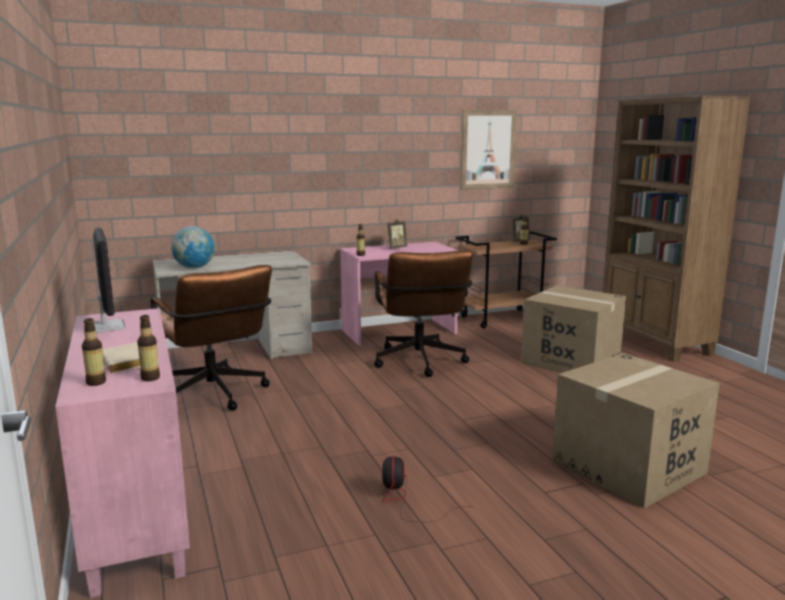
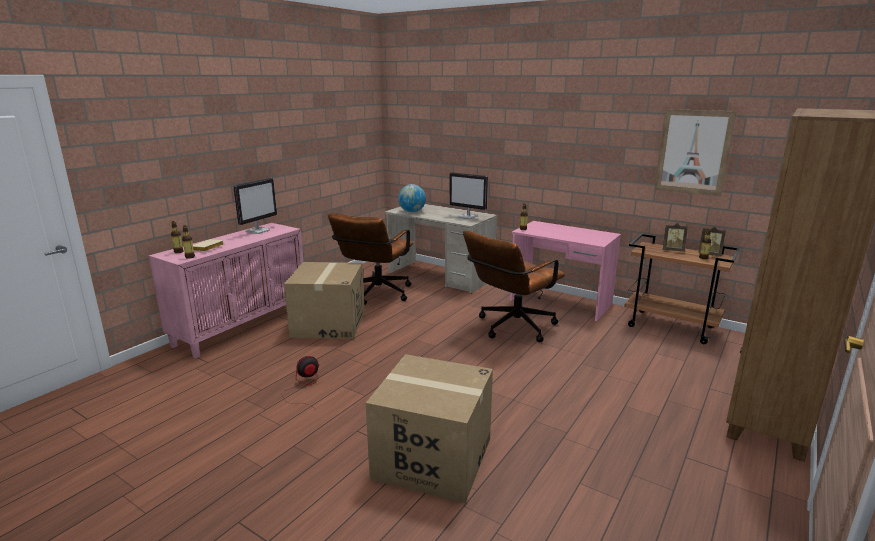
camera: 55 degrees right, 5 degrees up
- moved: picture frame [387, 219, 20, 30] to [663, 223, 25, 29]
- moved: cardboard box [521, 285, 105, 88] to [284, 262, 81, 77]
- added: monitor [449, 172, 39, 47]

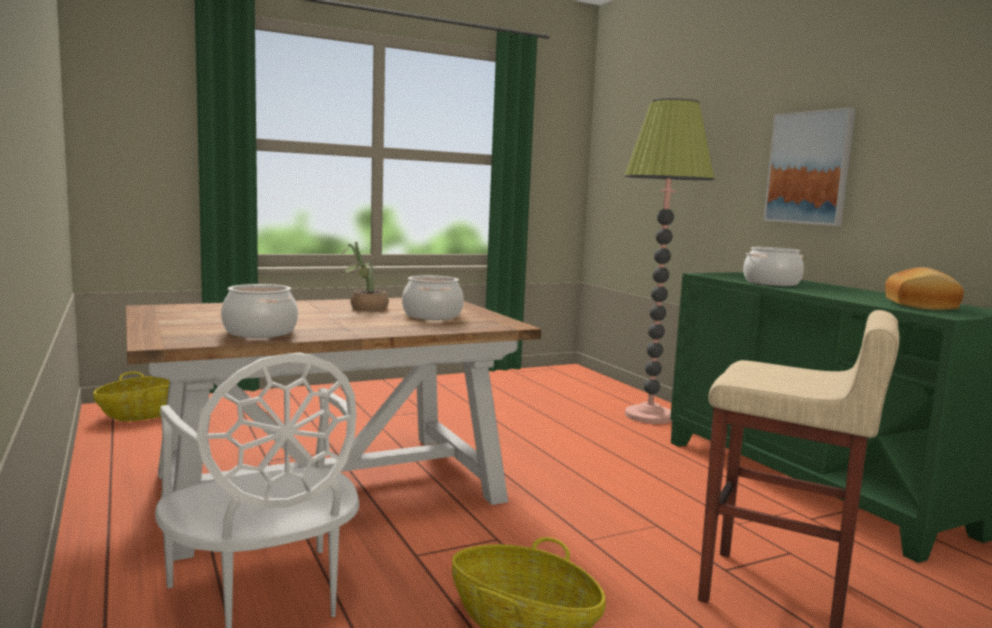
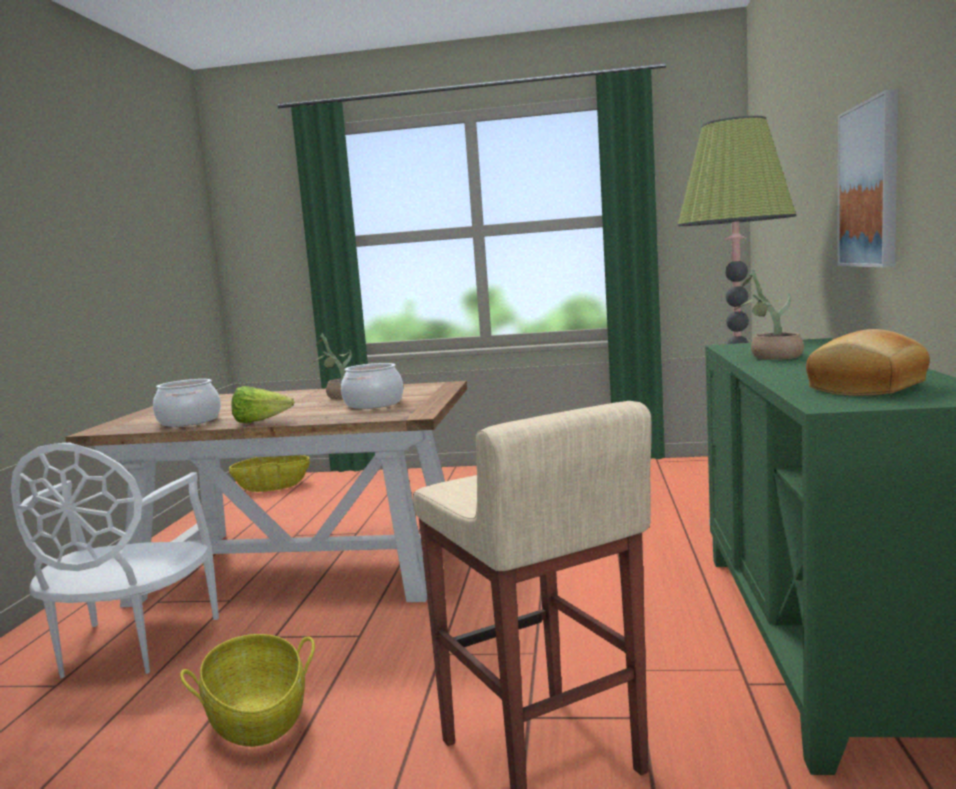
camera: 35 degrees right, 0 degrees up
- replaced: cooking pot [743, 247, 61, 39] to potted plant [734, 270, 70, 90]
- added: lettuce [231, 386, 63, 37]

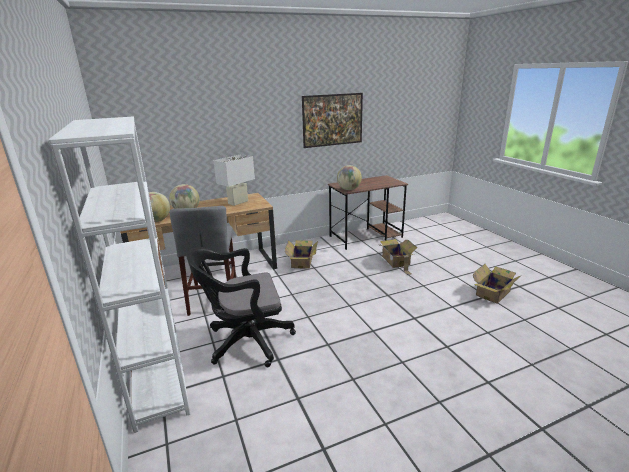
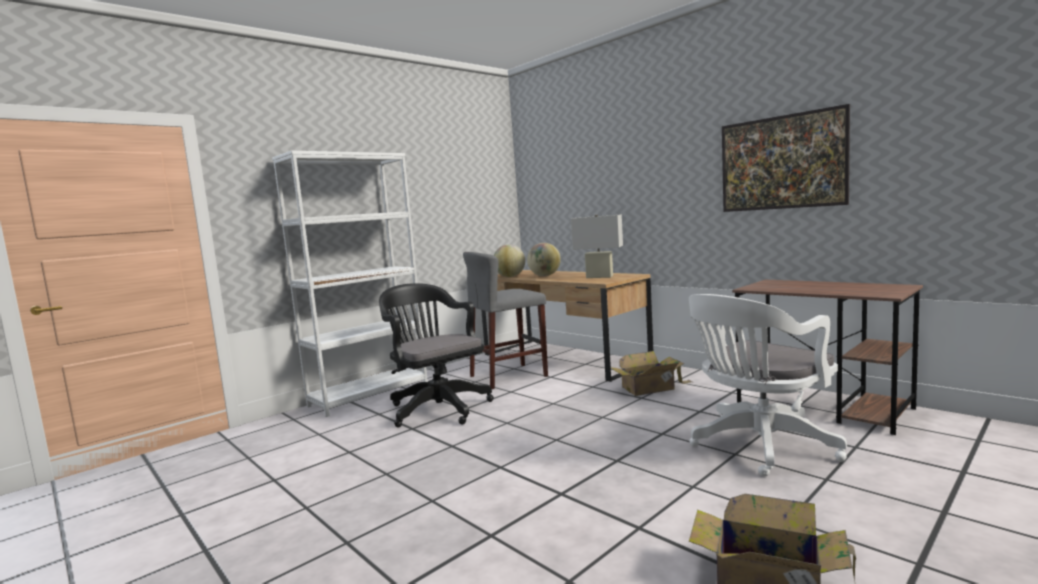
camera: 70 degrees right, 15 degrees down
- removed: globe [337, 165, 25, 25]
- replaced: cardboard box [380, 239, 37, 36] to white office chair [689, 294, 158, 182]

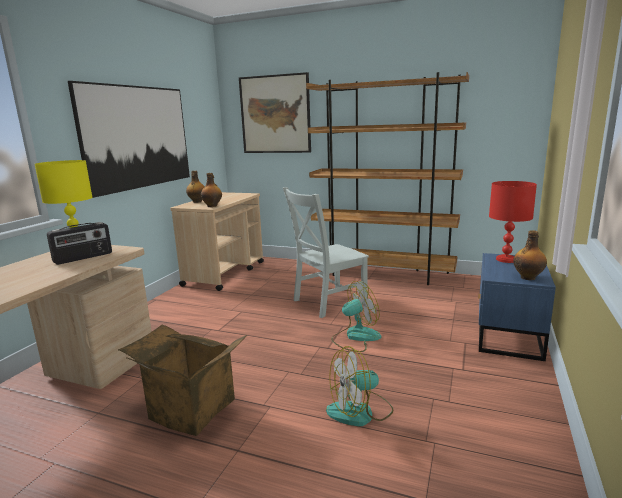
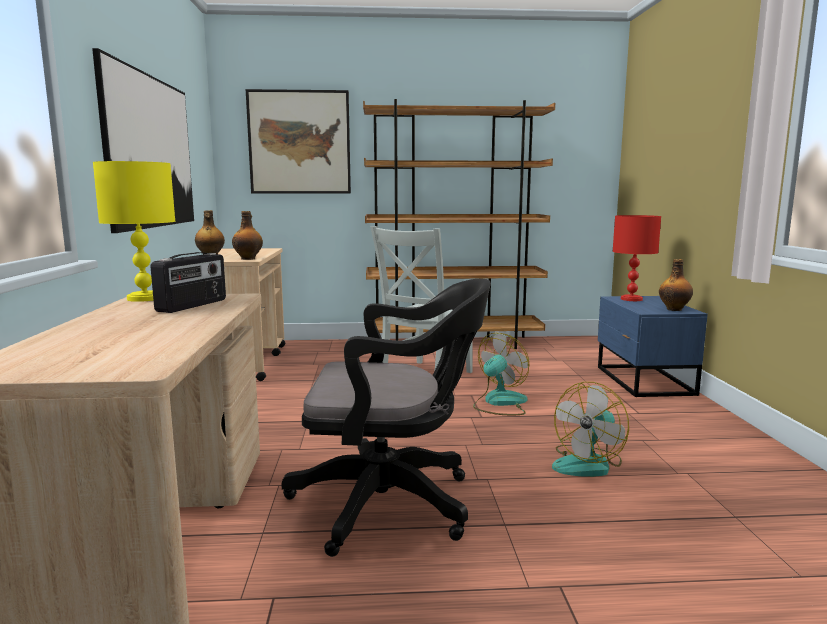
camera: 25 degrees left, 5 degrees down
- replaced: cardboard box [118, 325, 129, 111] to black office chair [282, 279, 209, 278]

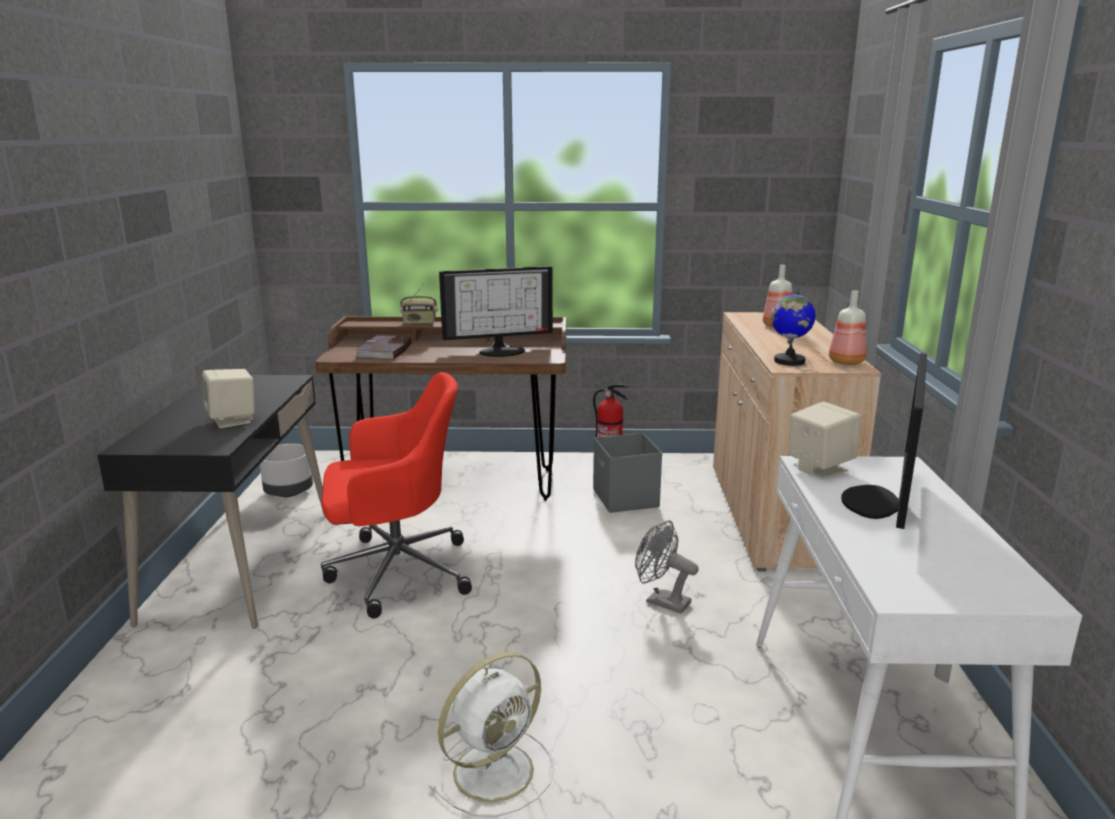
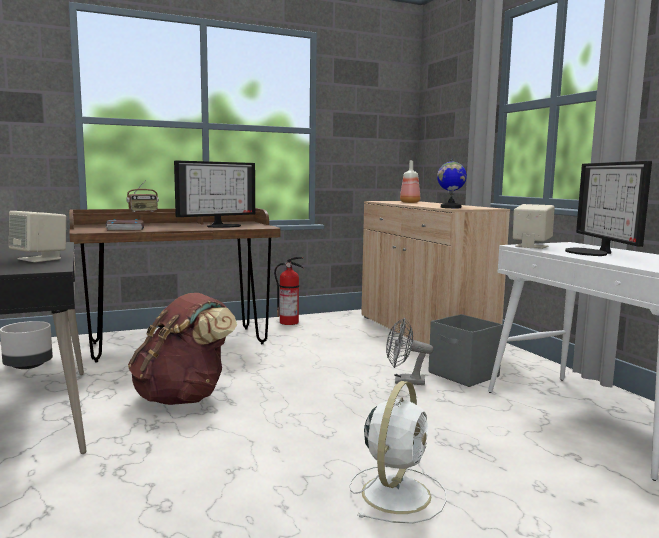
camera: 25 degrees left, 10 degrees down
- replaced: red office chair [321, 372, 151, 246] to brown backpack [128, 293, 109, 112]
- moved: grey storage box [593, 433, 69, 80] to [429, 314, 74, 73]
- removed: bottle [829, 290, 37, 75]

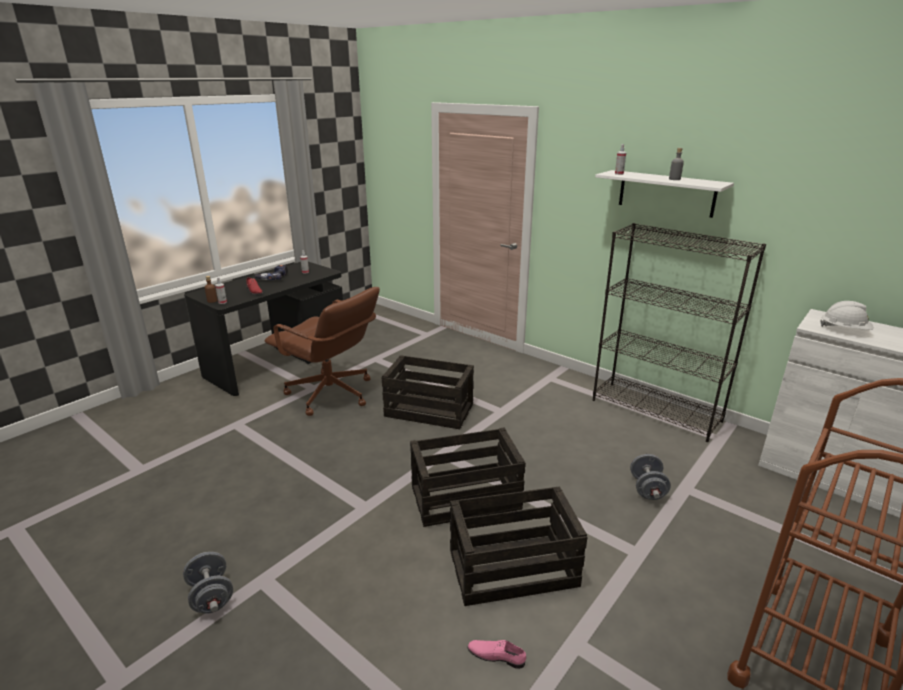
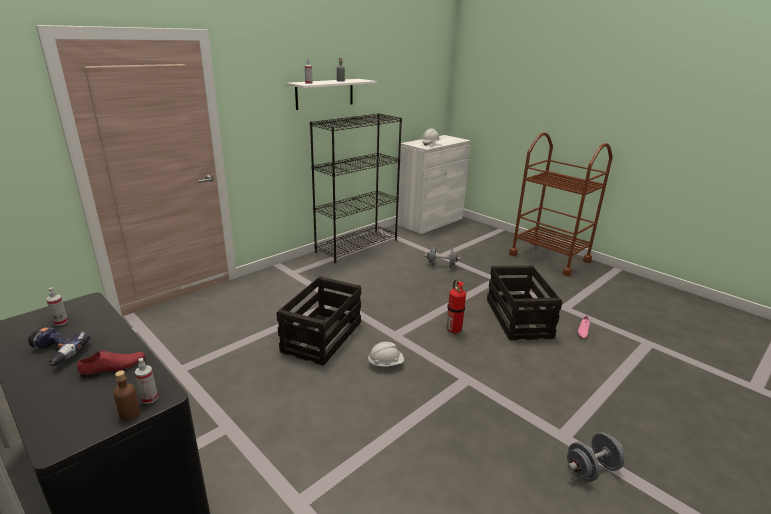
camera: 85 degrees left, 0 degrees up
- removed: brown office chair [265, 287, 115, 129]
- replaced: crate [410, 427, 116, 100] to fire extinguisher [446, 278, 20, 56]
- added: white hard hat [368, 342, 36, 25]

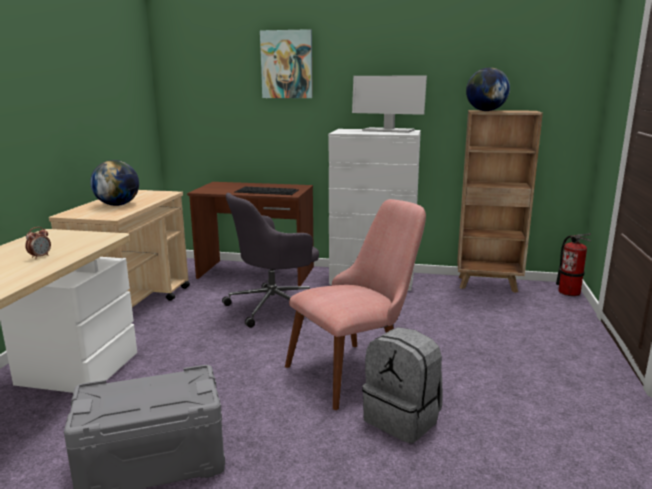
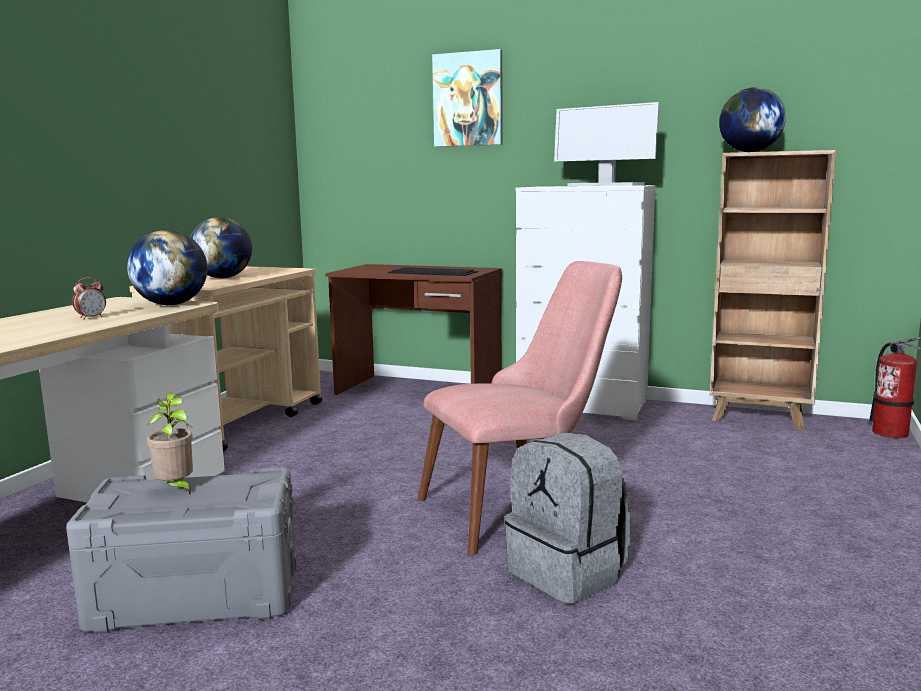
camera: 10 degrees right, 5 degrees down
- removed: grey office chair [222, 193, 97, 135]
- added: globe [127, 230, 80, 75]
- added: potted plant [147, 393, 46, 101]

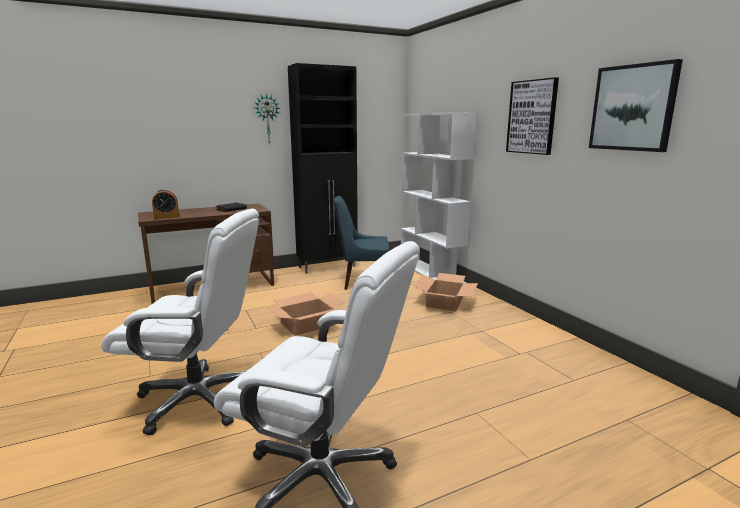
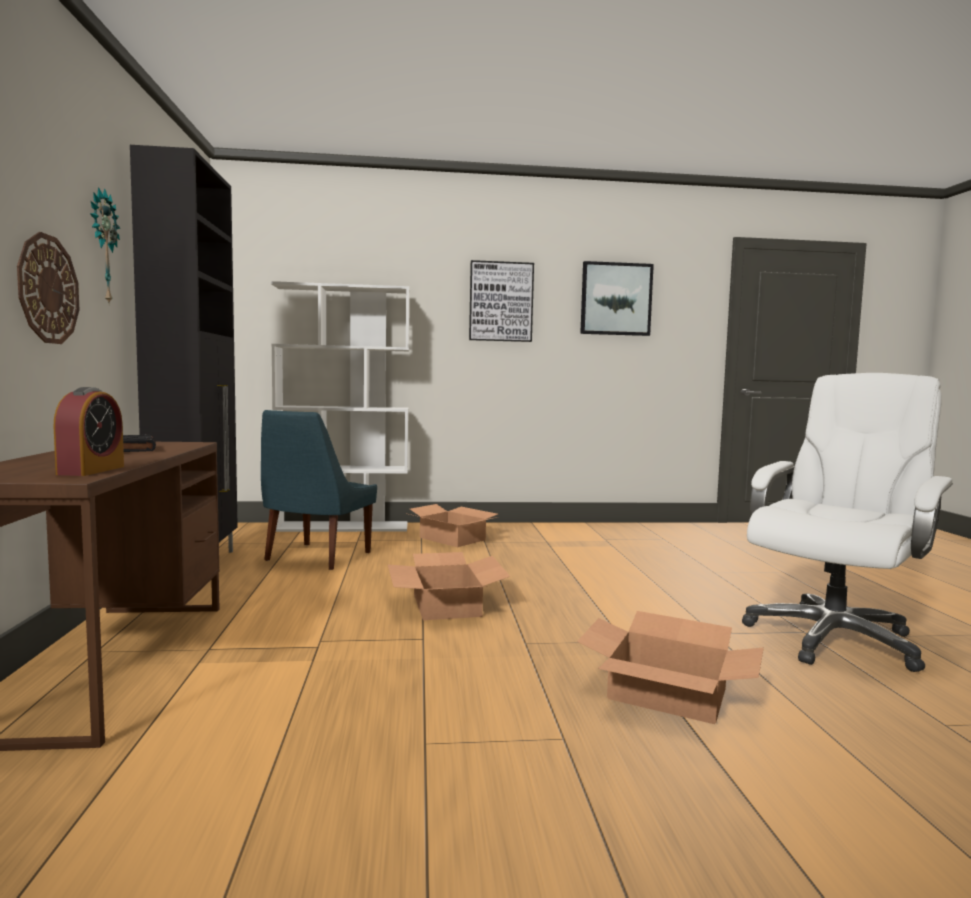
camera: 70 degrees left, 10 degrees down
- replaced: white office chair [101, 209, 158, 226] to cardboard box [577, 611, 187, 113]
- added: wall clock [17, 232, 63, 112]

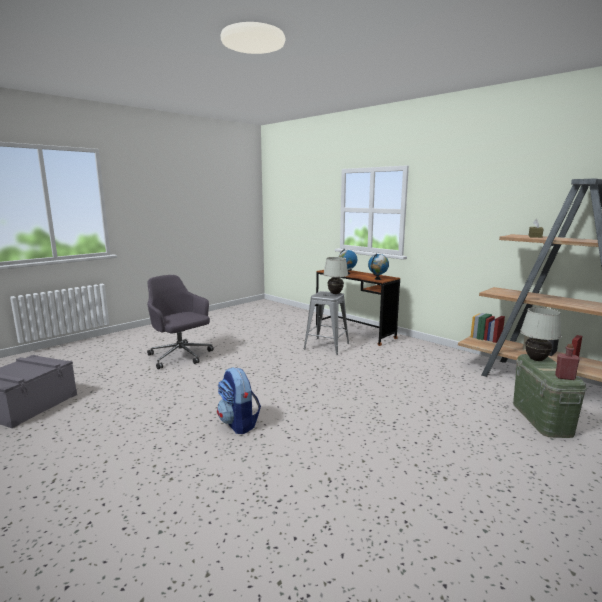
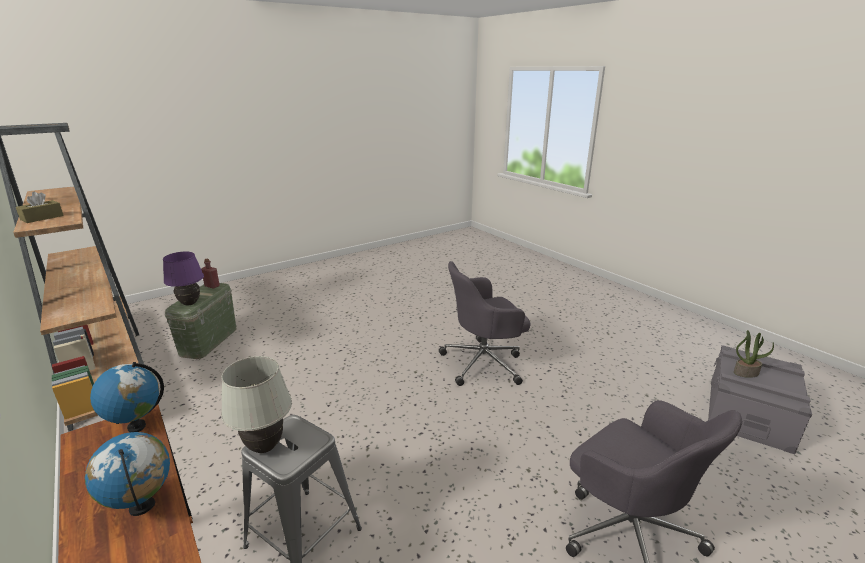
camera: 170 degrees left, 10 degrees up
- replaced: backpack [217, 367, 44, 67] to grey office chair [439, 261, 92, 125]
- recoloured: white table lamp [520, 307, 42, 54] to purple table lamp [163, 252, 41, 53]
- added: potted plant [734, 330, 40, 48]

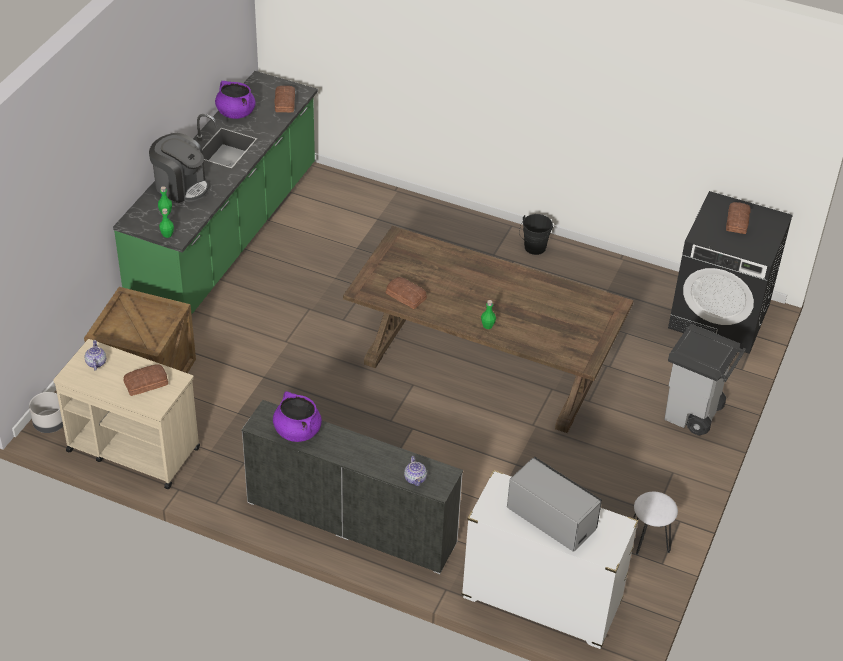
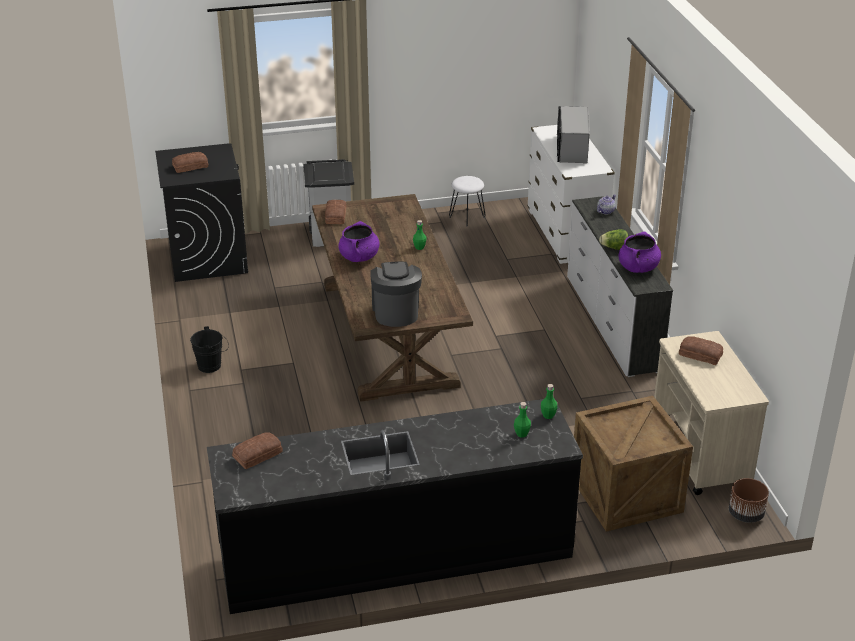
camera: 125 degrees left, 10 degrees down
- recoloured: grey planter [29, 392, 34, 41] to brown planter [729, 478, 40, 45]
- removed: teapot [84, 340, 22, 30]
- recoloured: green counter [113, 71, 205, 243] to black counter [207, 398, 376, 216]
- moved: coffee machine [149, 133, 60, 70] to [370, 262, 52, 65]
- moved: purple cooking pot [215, 81, 40, 38] to [338, 221, 41, 41]
- moved: bread [386, 277, 41, 32] to [325, 200, 21, 24]
- added: lettuce [599, 229, 29, 21]

